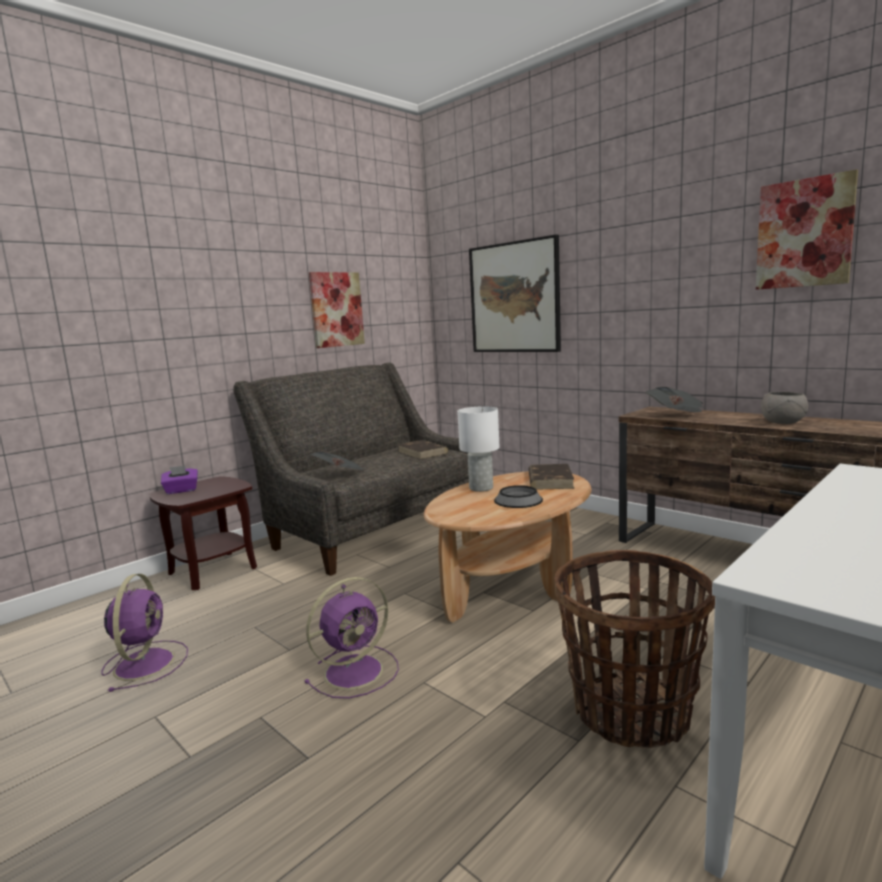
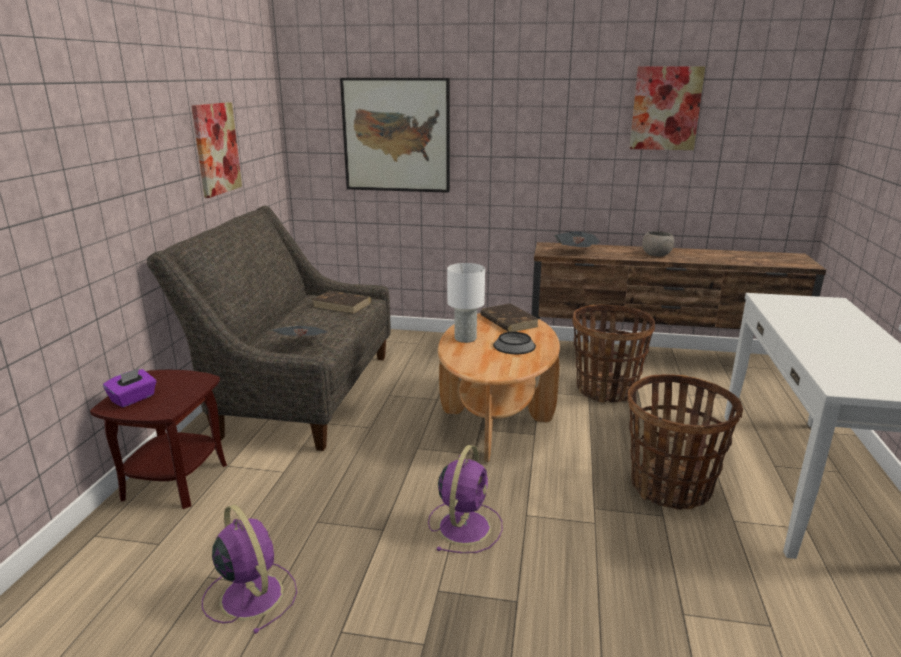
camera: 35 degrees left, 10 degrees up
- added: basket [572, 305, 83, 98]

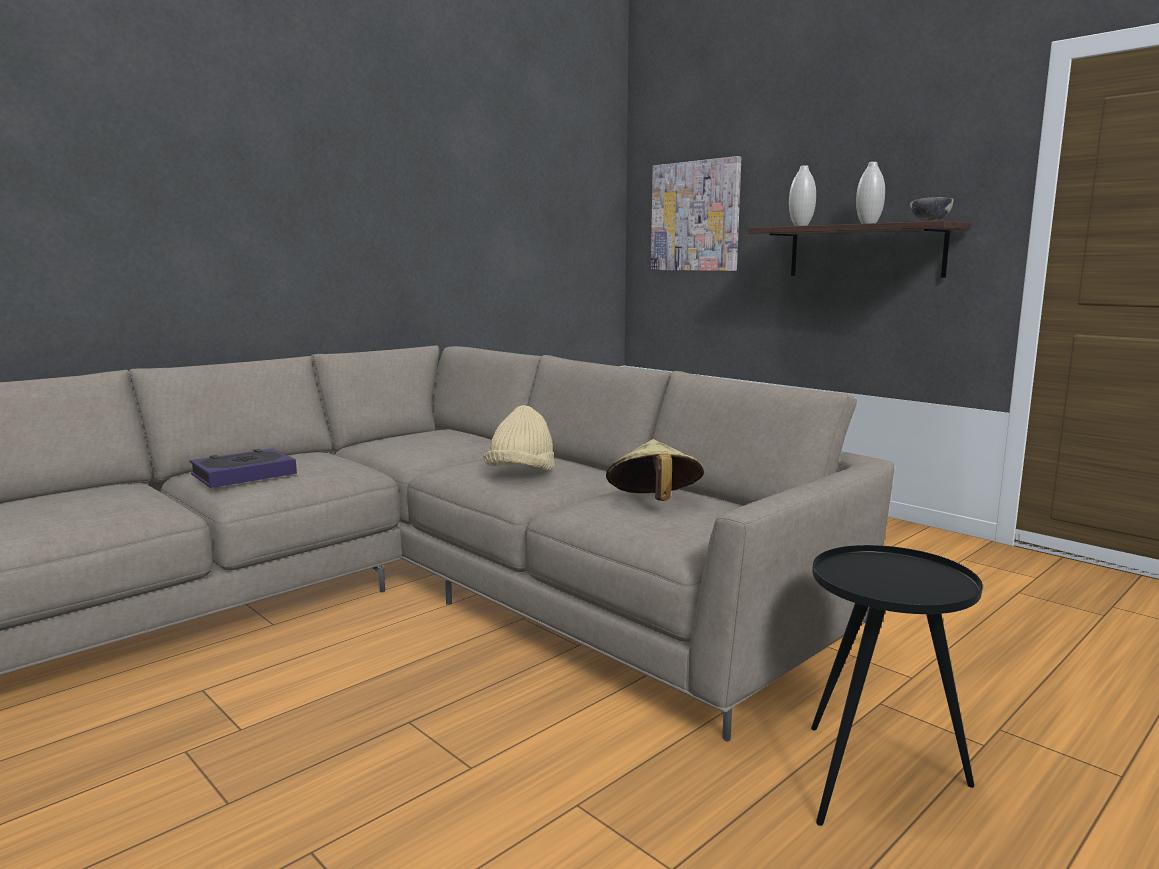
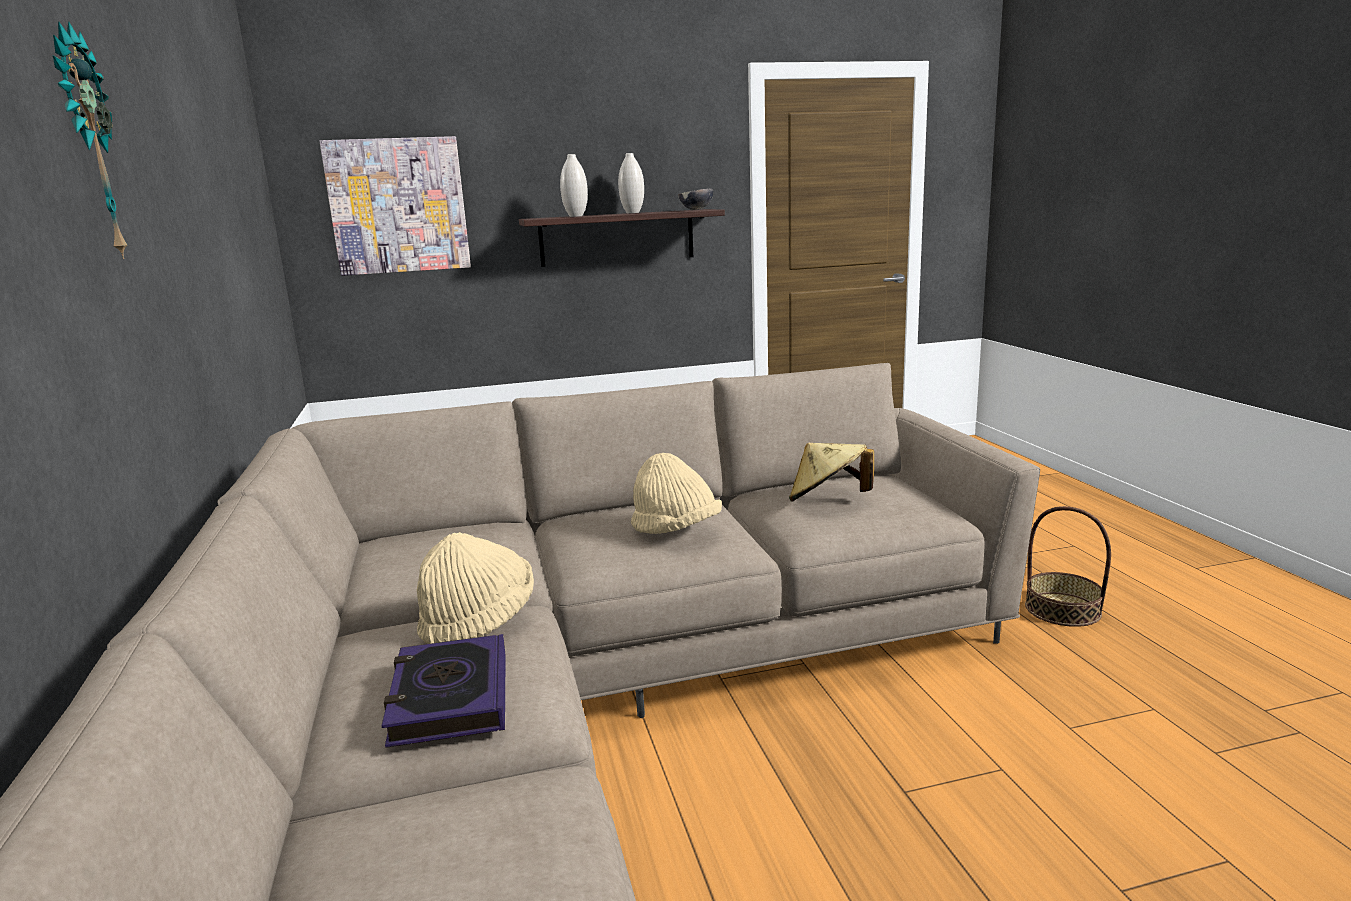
camera: 60 degrees left, 5 degrees up
- replaced: black side table [811, 545, 172, 281] to basket [1025, 506, 86, 121]
- added: wall clock [53, 21, 74, 238]
- added: beige hat [417, 532, 117, 112]

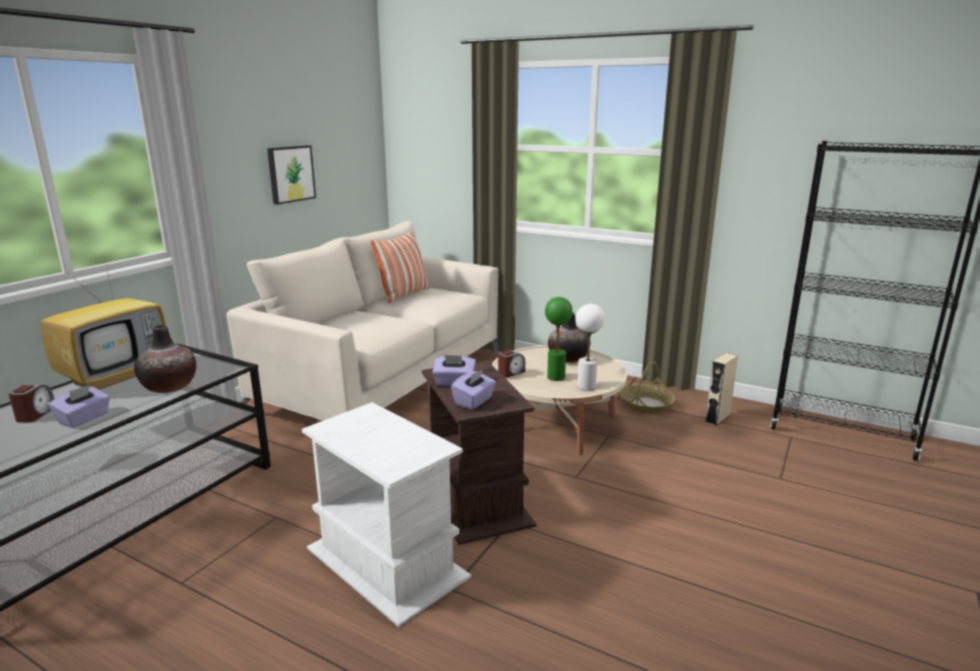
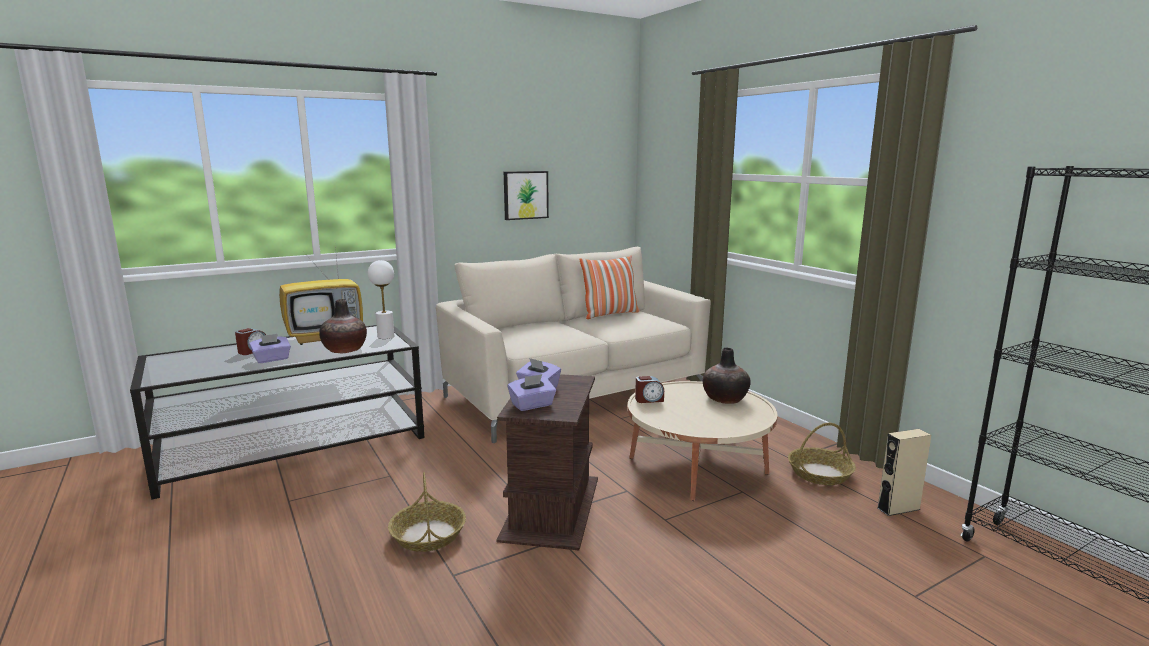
camera: 30 degrees right, 5 degrees down
- replaced: white side table [302, 402, 169, 225] to basket [388, 472, 78, 80]
- removed: green table lamp [545, 297, 28, 84]
- moved: white table lamp [576, 304, 29, 87] to [368, 260, 26, 79]

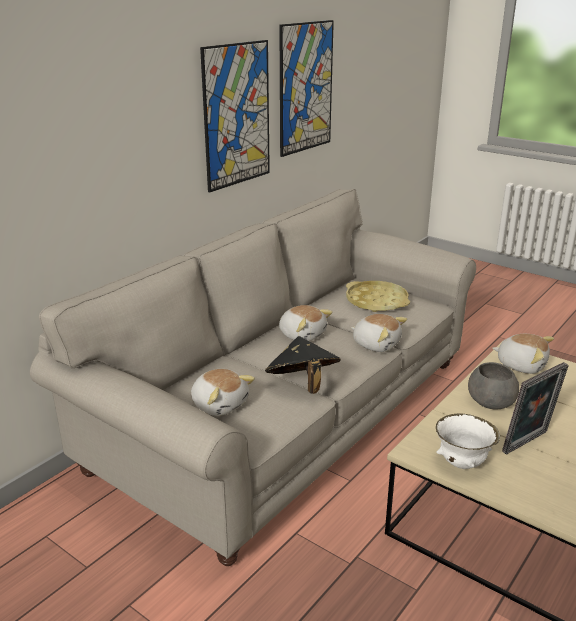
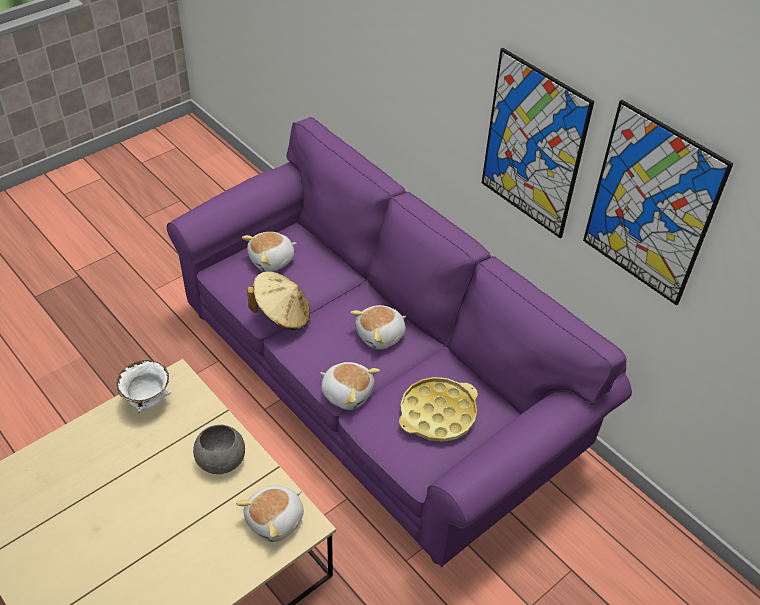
camera: 100 degrees right, 20 degrees up
- recoloured: beige sofa [30, 189, 446, 377] to purple sofa [167, 117, 465, 450]
- recoloured: black hat [265, 336, 76, 58] to beige hat [247, 271, 63, 59]
- turned: plush toy [351, 314, 56, 38] = [320, 362, 60, 48] 105 degrees counterclockwise
- removed: picture frame [502, 362, 67, 93]

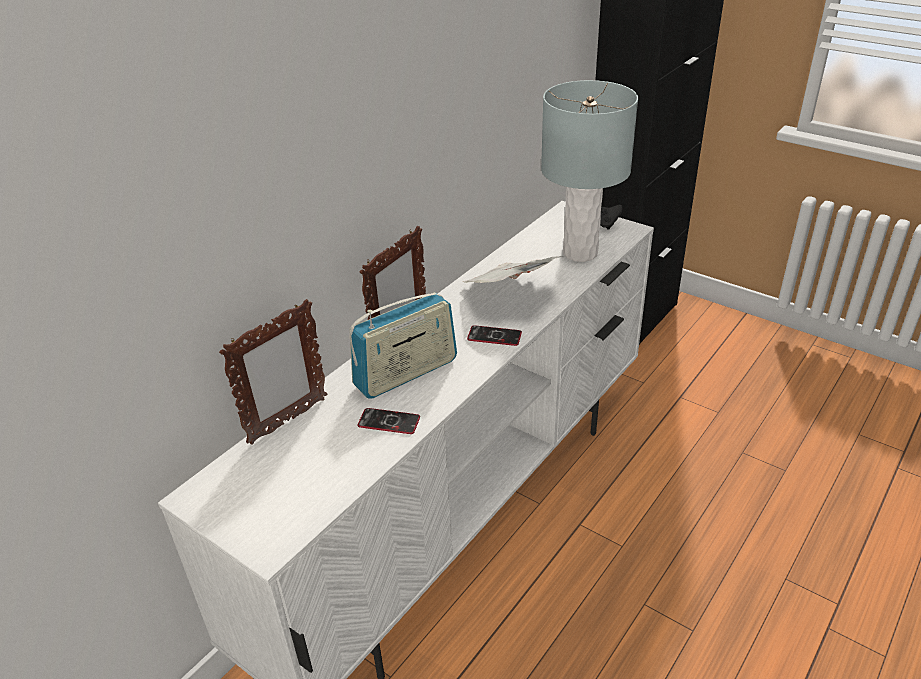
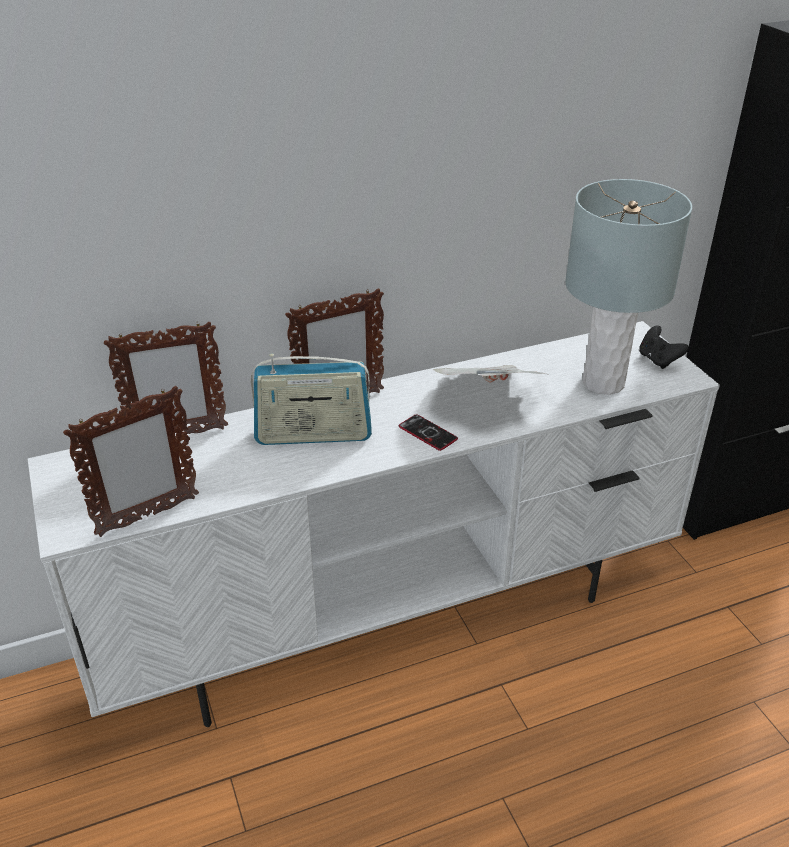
camera: 30 degrees right, 0 degrees up
- removed: phone [357, 408, 63, 26]
- added: picture frame [63, 386, 136, 151]

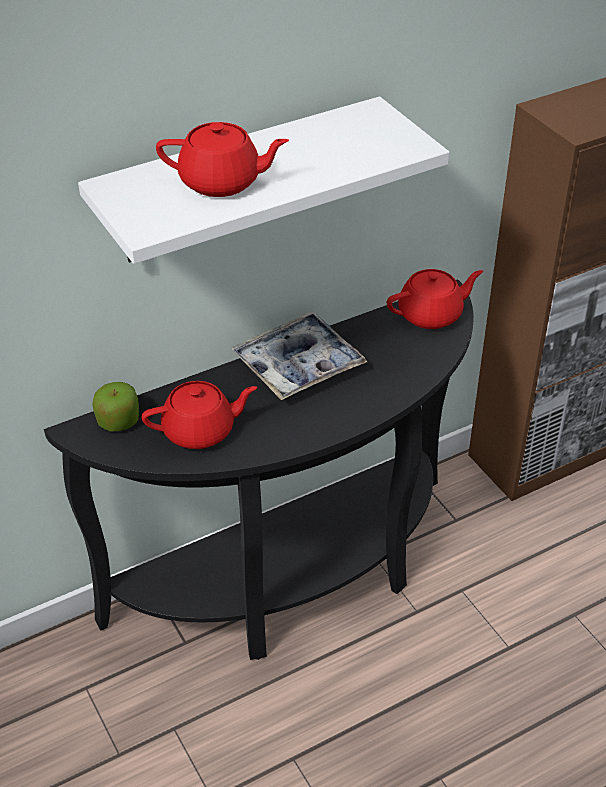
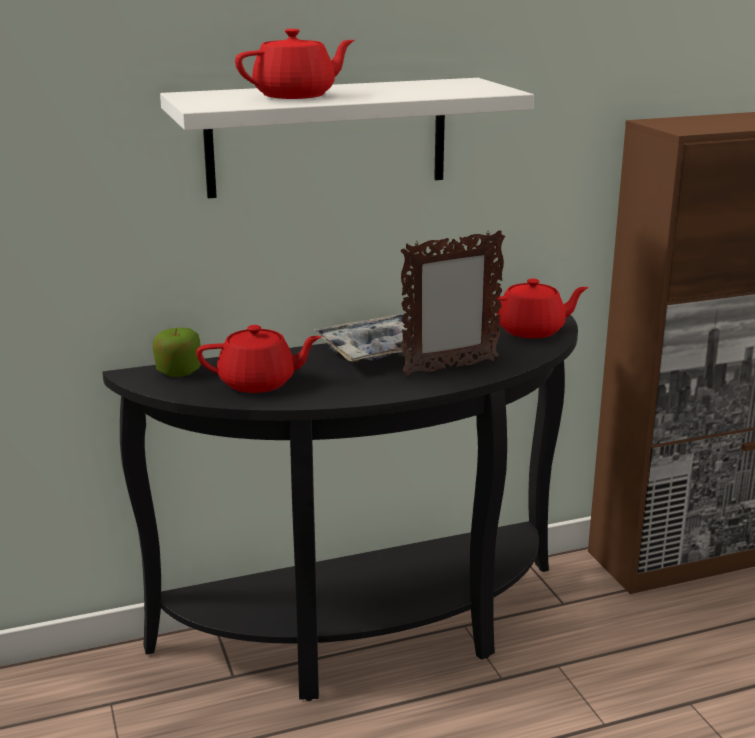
camera: 10 degrees right, 20 degrees down
- turned: red teapot [156, 122, 133, 75] = [235, 29, 120, 70] 45 degrees counterclockwise
- added: picture frame [401, 230, 104, 146]

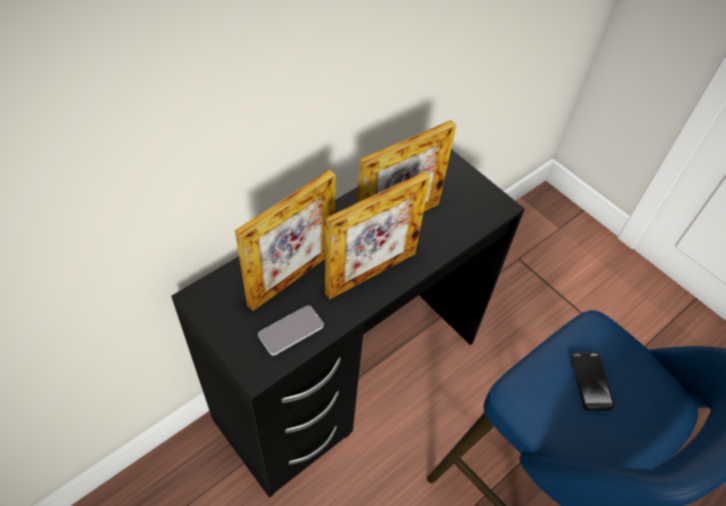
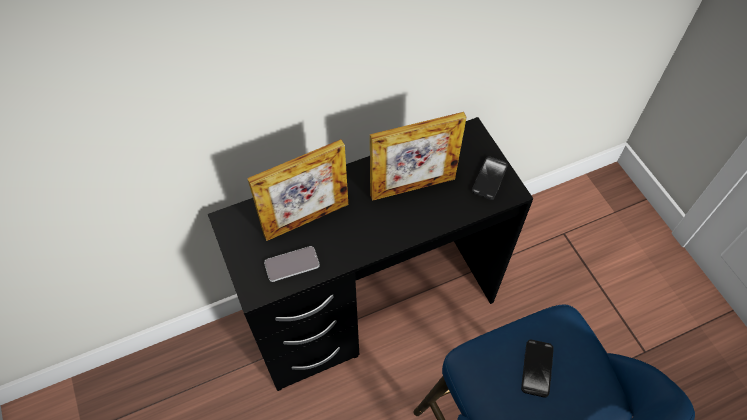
camera: 20 degrees right, 5 degrees up
- removed: picture frame [325, 171, 105, 129]
- added: phone [472, 156, 36, 44]

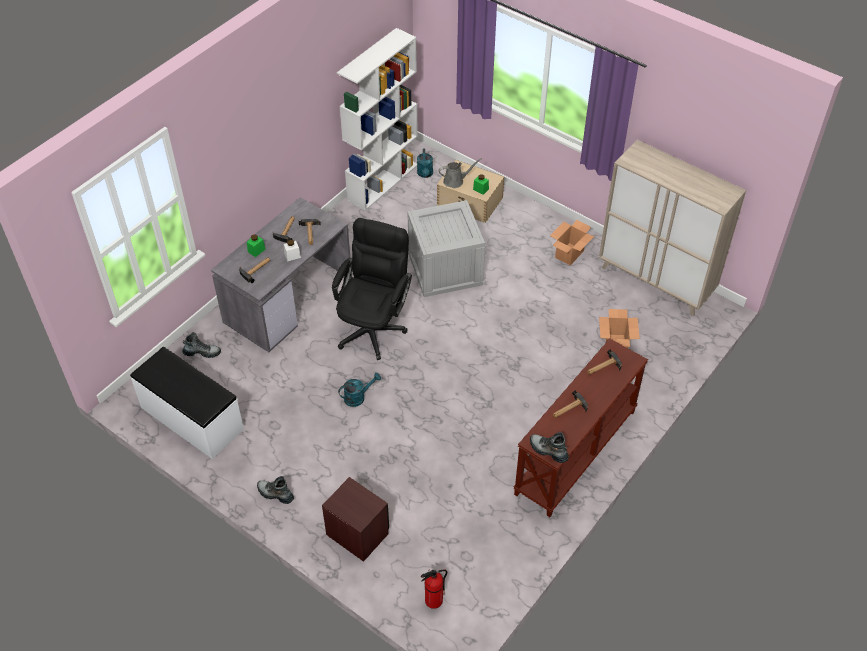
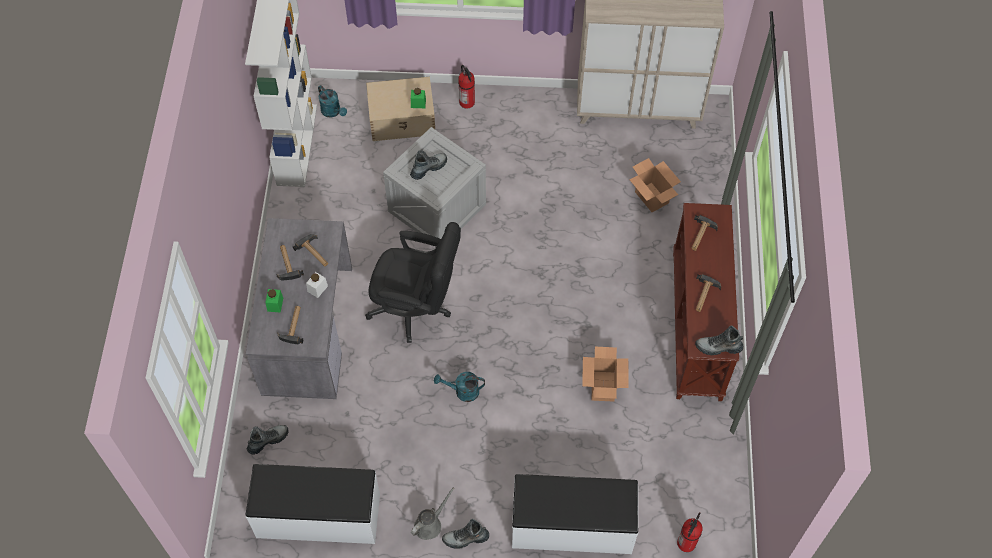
camera: 35 degrees left, 10 degrees up
- replaced: brown nightstand [322, 477, 67, 85] to white bench [512, 474, 126, 80]
- turned: black office chair [332, 218, 80, 142] = [365, 222, 96, 121] 120 degrees clockwise
- turned: turquoise watering can [338, 373, 43, 34] = [434, 372, 51, 30] 120 degrees counterclockwise
- moved: grey watering can [439, 158, 43, 30] to [411, 487, 44, 53]
- moved: cardboard box [550, 220, 44, 45] to [582, 347, 46, 55]
- added: boot [410, 150, 37, 30]
- added: fire extinguisher [458, 65, 17, 44]

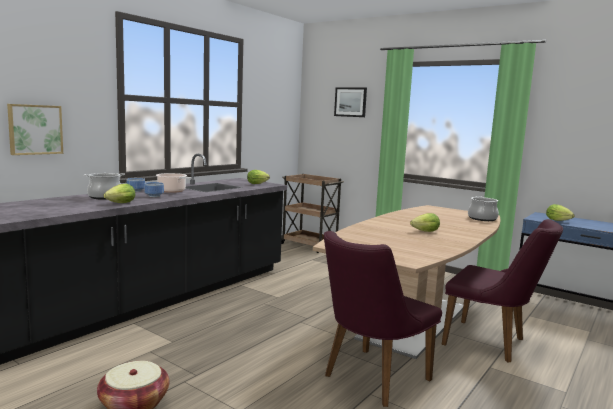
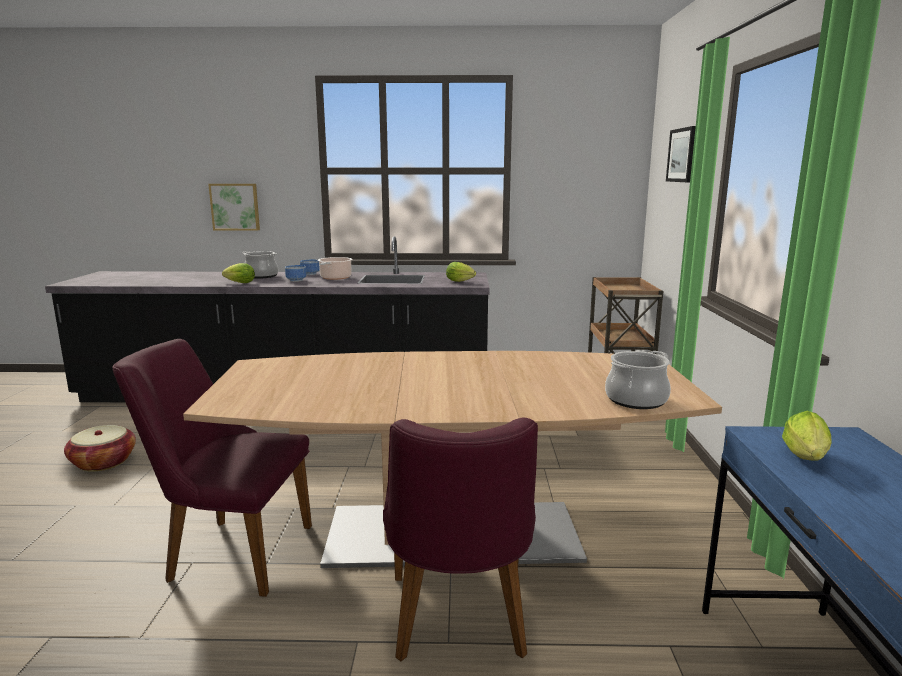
camera: 55 degrees right, 5 degrees up
- removed: lettuce [410, 213, 30, 19]

